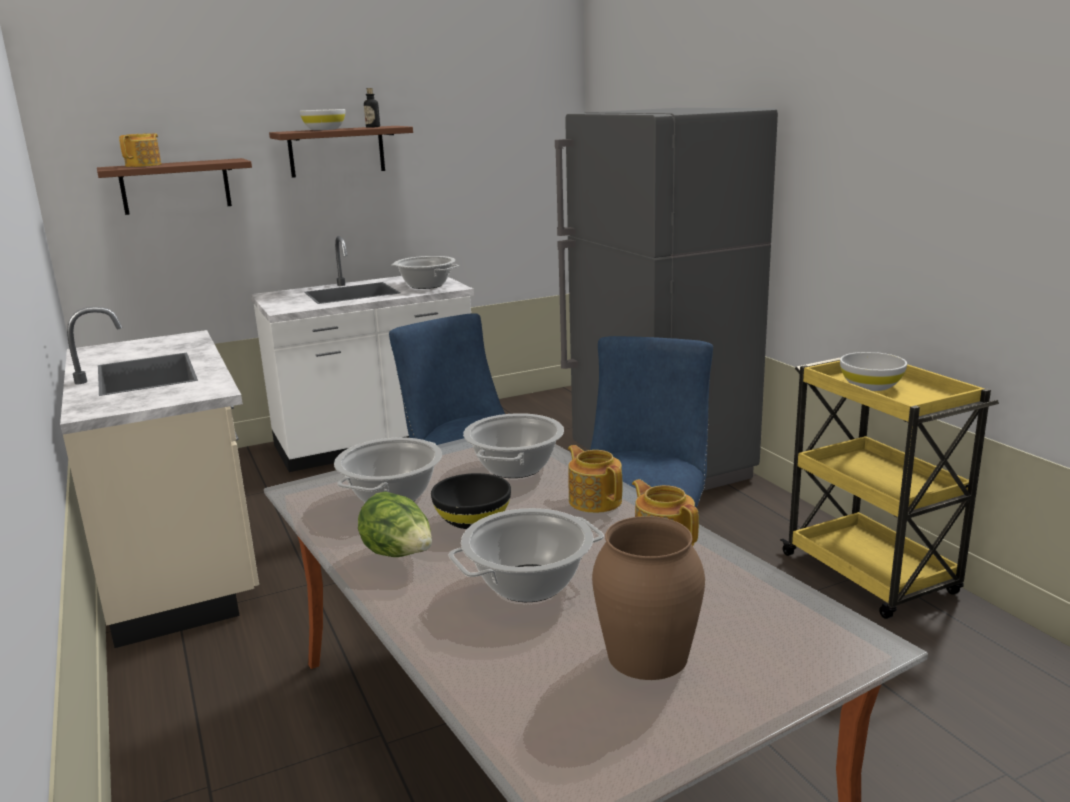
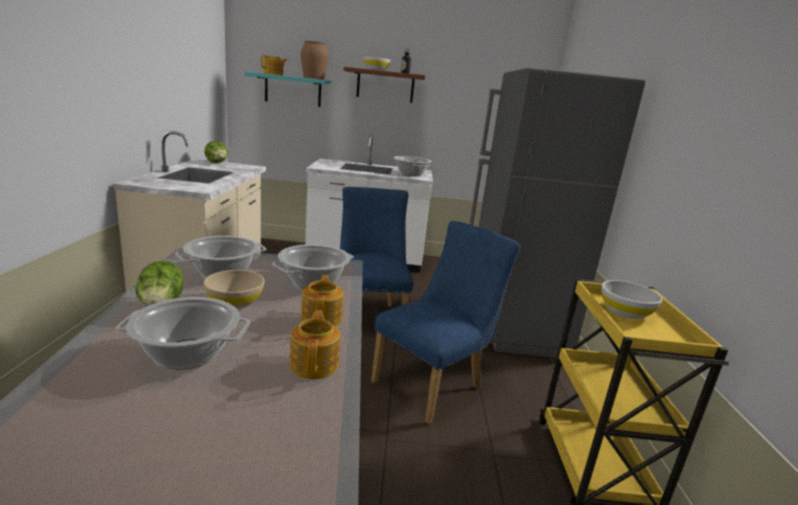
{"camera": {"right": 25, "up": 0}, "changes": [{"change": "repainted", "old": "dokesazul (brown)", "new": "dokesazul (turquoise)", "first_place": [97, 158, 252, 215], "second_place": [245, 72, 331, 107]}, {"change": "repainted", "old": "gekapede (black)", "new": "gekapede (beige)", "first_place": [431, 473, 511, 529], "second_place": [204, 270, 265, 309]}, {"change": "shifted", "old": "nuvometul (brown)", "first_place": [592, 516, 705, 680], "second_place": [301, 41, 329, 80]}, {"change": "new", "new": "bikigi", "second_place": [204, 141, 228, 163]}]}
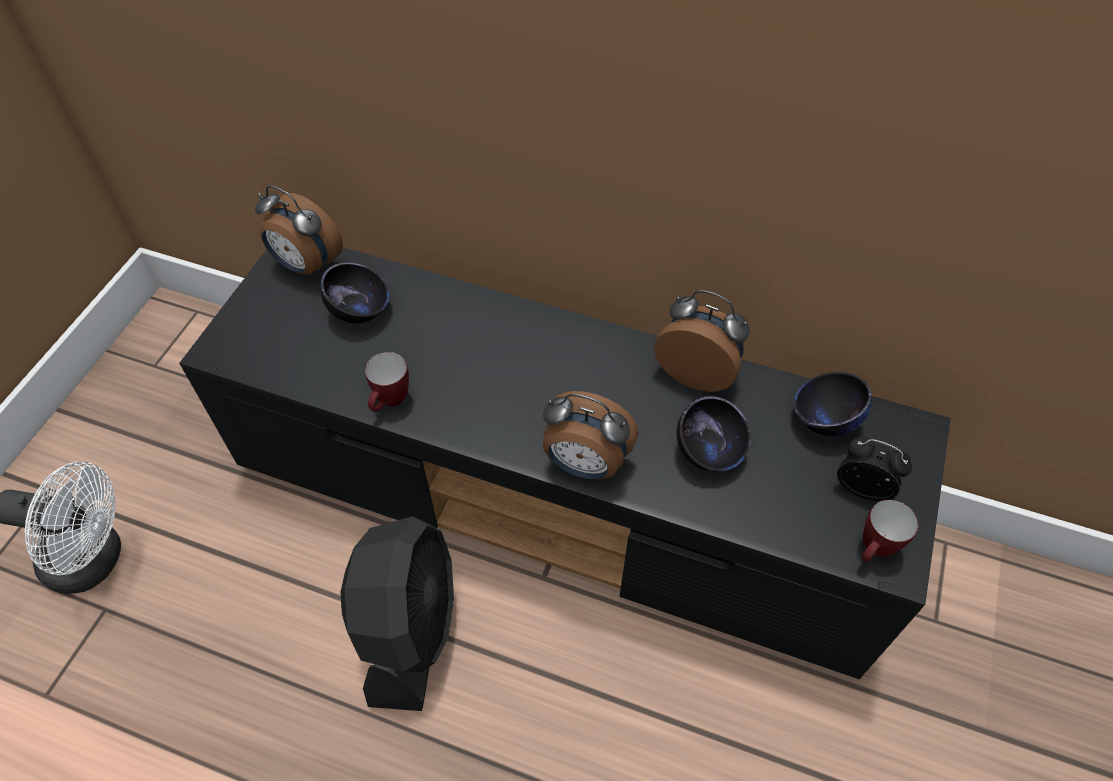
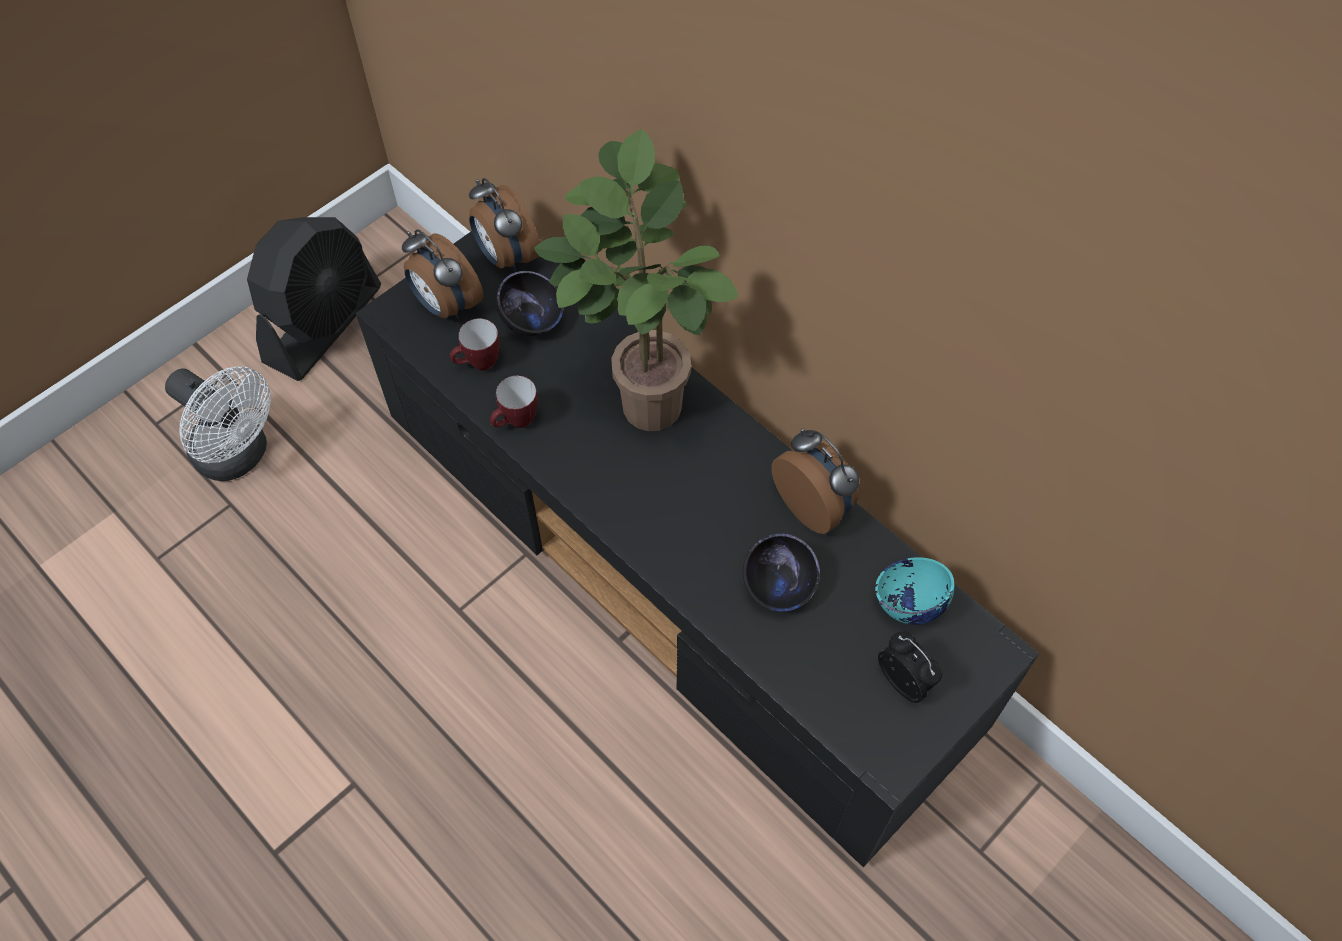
{"camera": {"right": 25, "up": 5}, "changes": [{"change": "repainted", "old": "gekapede (black)", "new": "gekapede (turquoise)", "first_place": [794, 372, 872, 436], "second_place": [875, 557, 954, 625]}, {"change": "shifted", "old": "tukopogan", "first_place": [543, 391, 638, 480], "second_place": [402, 229, 483, 320]}, {"change": "shifted", "old": "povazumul", "first_place": [861, 500, 918, 562], "second_place": [450, 319, 499, 371]}, {"change": "shifted", "old": "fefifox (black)", "first_place": [340, 516, 454, 711], "second_place": [247, 217, 381, 381]}, {"change": "new", "new": "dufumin", "second_place": [534, 129, 738, 431]}]}
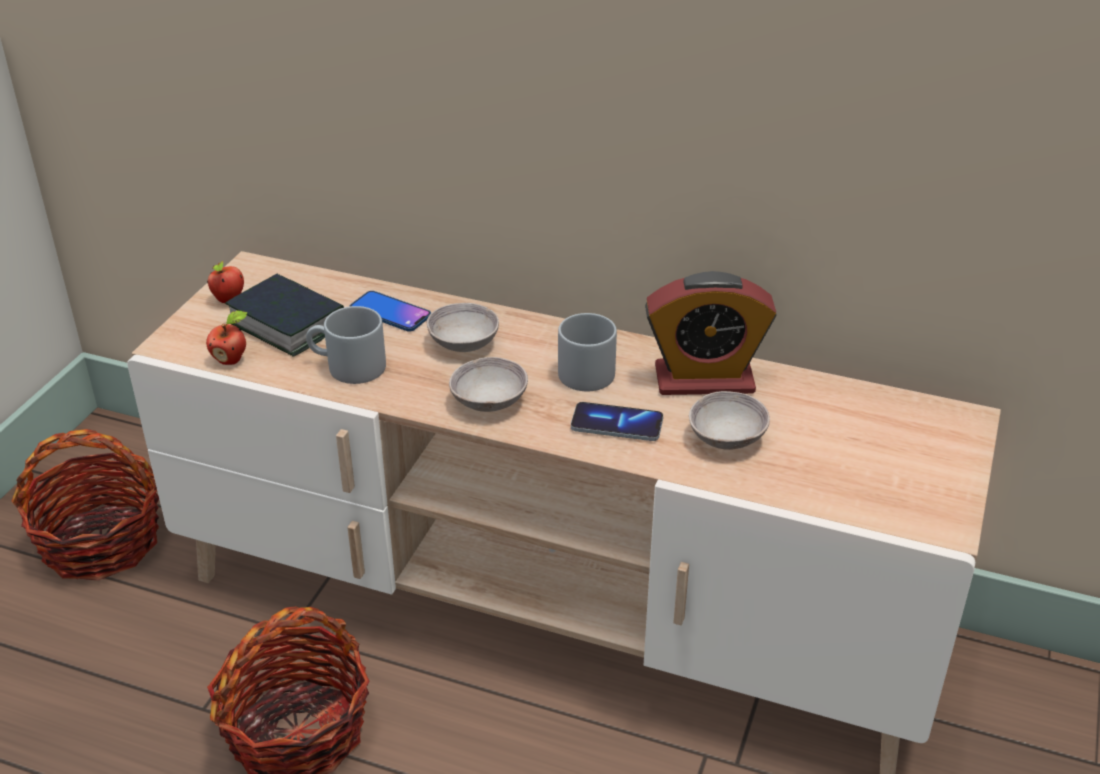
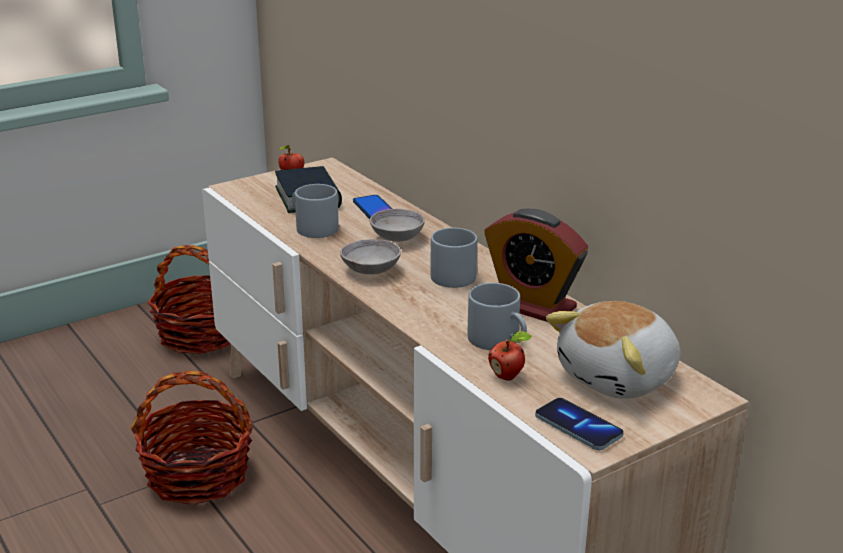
{"camera": {"right": 35, "up": -10}, "changes": [{"change": "shifted", "old": "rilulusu", "first_place": [206, 310, 247, 365], "second_place": [488, 331, 533, 381]}, {"change": "swapped", "old": "gekapede (grey)", "new": "povazumul (grey)", "first_place": [689, 391, 770, 450], "second_place": [467, 283, 527, 350]}, {"change": "shifted", "old": "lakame", "first_place": [571, 402, 663, 441], "second_place": [535, 398, 624, 450]}, {"change": "new", "new": "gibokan", "second_place": [546, 301, 680, 399]}]}
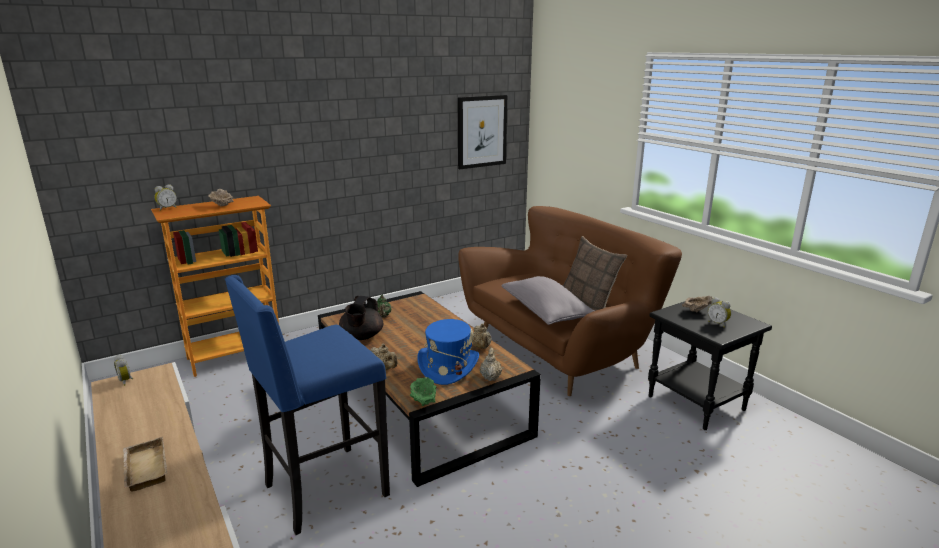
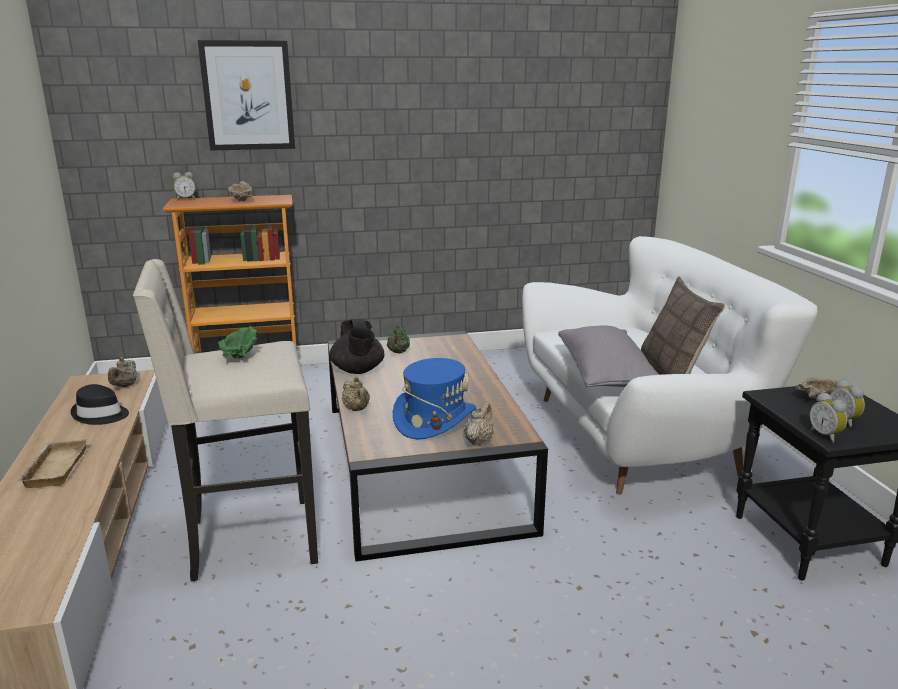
{"camera": {"right": 20, "up": 0}, "changes": [{"change": "shifted", "old": "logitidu", "first_place": [458, 95, 507, 169], "second_place": [198, 40, 295, 151]}, {"change": "repainted", "old": "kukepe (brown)", "new": "kukepe (white)", "first_place": [458, 206, 682, 396], "second_place": [522, 236, 817, 495]}, {"change": "repainted", "old": "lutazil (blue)", "new": "lutazil (beige)", "first_place": [225, 275, 390, 535], "second_place": [133, 259, 318, 581]}, {"change": "rotated", "old": "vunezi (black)", "first_place": [339, 296, 383, 340], "second_place": [329, 319, 384, 374], "degrees": -45}, {"change": "shifted", "old": "vunezi (beige)", "first_place": [472, 324, 492, 349], "second_place": [108, 357, 137, 387]}, {"change": "shifted", "old": "tukopogan", "first_place": [114, 354, 133, 386], "second_place": [810, 392, 847, 443]}, {"change": "shifted", "old": "gekapede (green)", "first_place": [410, 377, 437, 406], "second_place": [217, 326, 258, 359]}, {"change": "new", "new": "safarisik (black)", "second_place": [71, 384, 129, 425]}]}
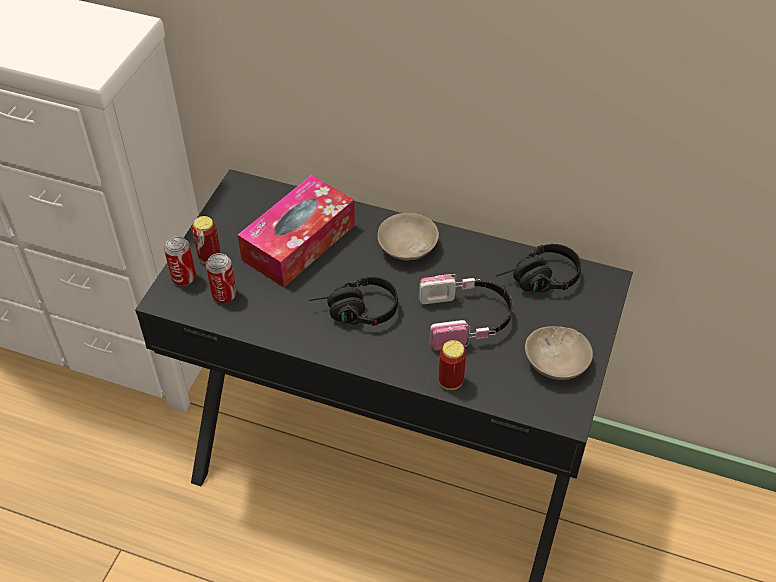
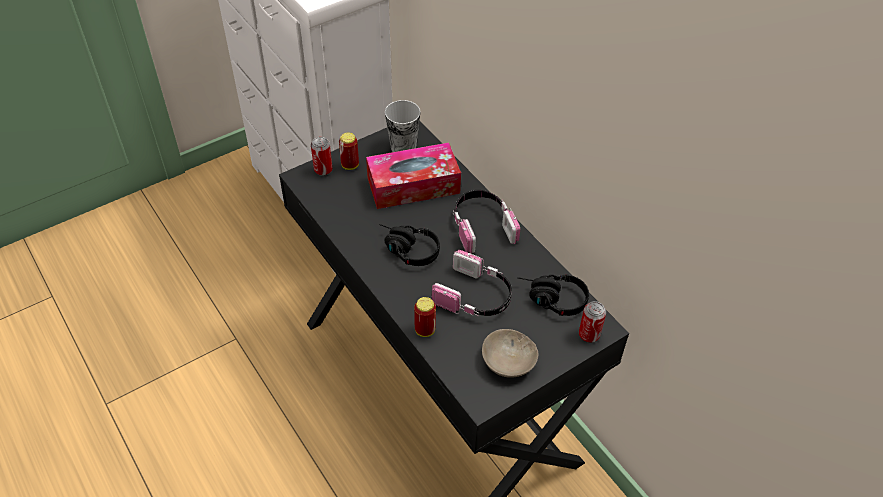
{"camera": {"right": 35, "up": 0}, "changes": [{"change": "swapped", "old": "gekapede (beige)", "new": "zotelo", "first_place": [377, 213, 439, 261], "second_place": [453, 190, 520, 254]}, {"change": "shifted", "old": "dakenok", "first_place": [206, 253, 237, 303], "second_place": [579, 301, 606, 343]}, {"change": "new", "new": "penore", "second_place": [385, 100, 421, 152]}]}
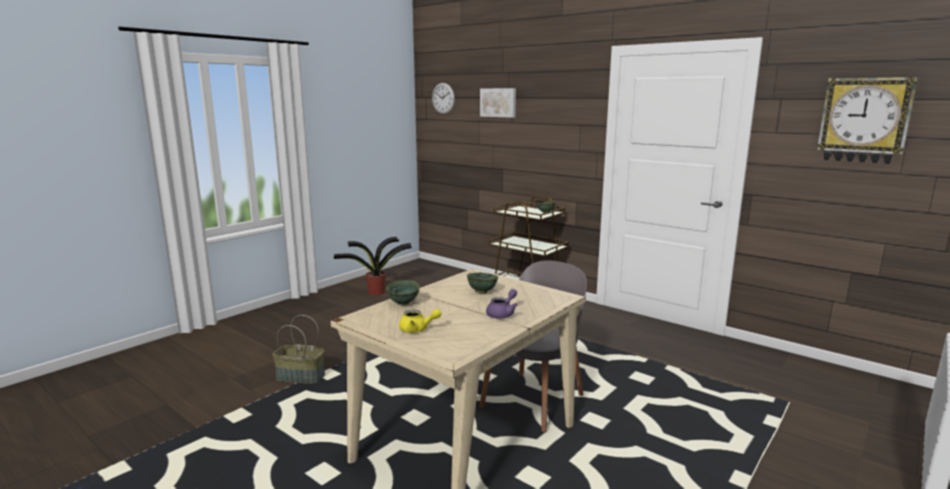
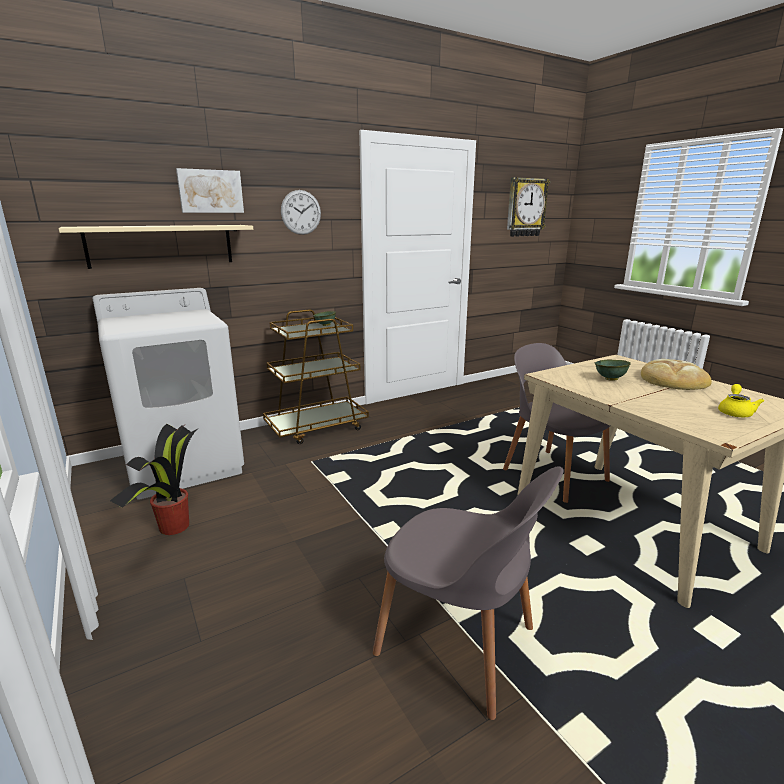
{"camera": {"right": -70, "up": 5}, "changes": [{"change": "shifted", "old": "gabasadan", "first_place": [432, 83, 455, 114], "second_place": [281, 190, 321, 235]}, {"change": "gone", "old": "gekapede (green)", "first_place": [386, 280, 420, 305]}, {"change": "swapped", "old": "vunezi (purple)", "new": "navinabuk", "first_place": [486, 289, 518, 319], "second_place": [641, 359, 712, 390]}, {"change": "swapped", "old": "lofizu", "new": "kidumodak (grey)", "first_place": [272, 315, 325, 384], "second_place": [373, 466, 563, 720]}, {"change": "new", "new": "dokesazul (beige)", "second_place": [59, 225, 253, 269]}, {"change": "new", "new": "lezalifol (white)", "second_place": [92, 288, 244, 500]}]}
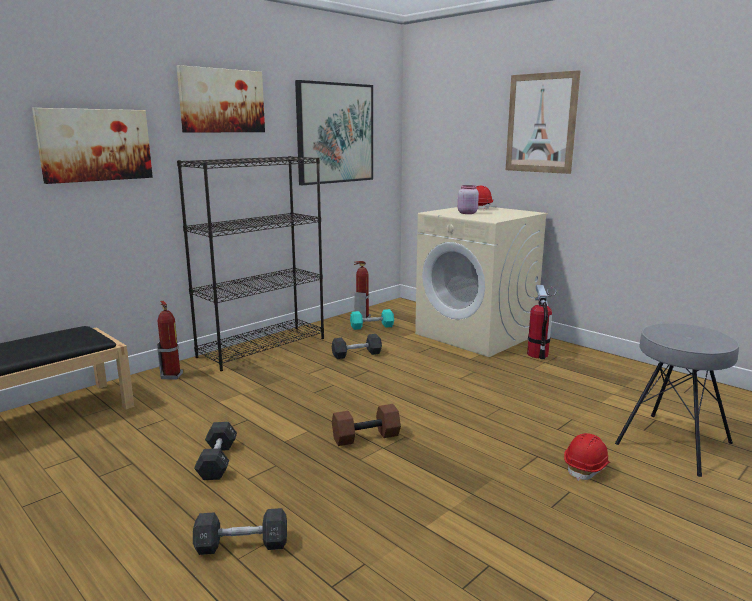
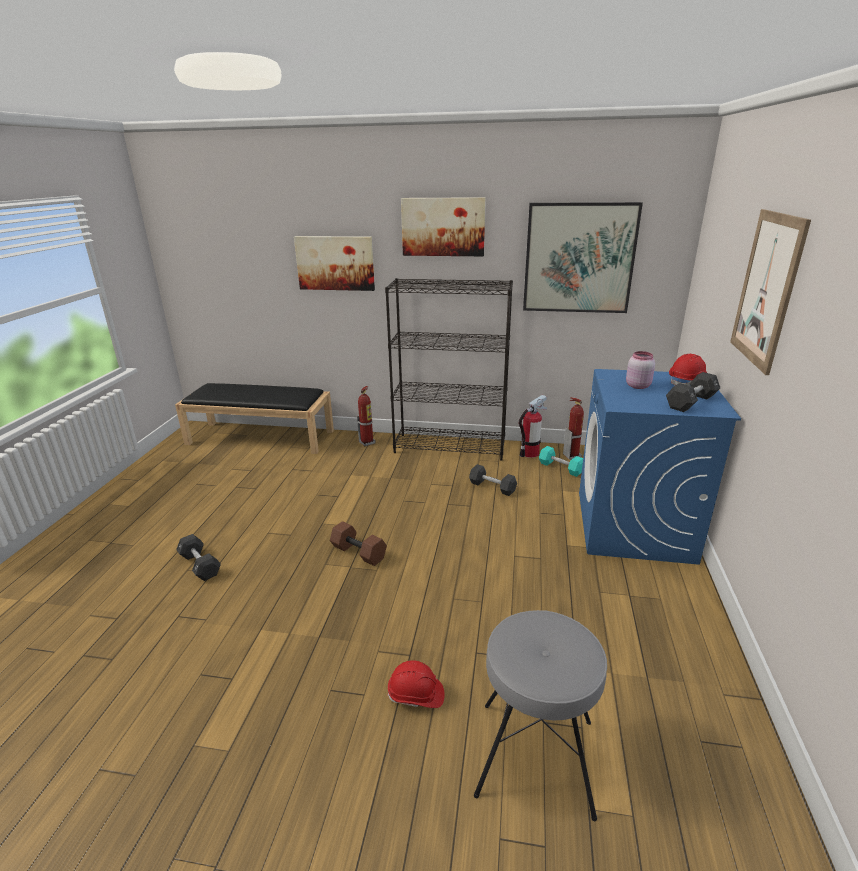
{"camera": {"right": 55, "up": 10}, "changes": [{"change": "repainted", "old": "lezalifol (beige)", "new": "lezalifol (blue)", "first_place": [415, 207, 548, 357], "second_place": [579, 369, 741, 565]}, {"change": "shifted", "old": "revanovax", "first_place": [527, 285, 557, 359], "second_place": [518, 395, 547, 458]}, {"change": "shifted", "old": "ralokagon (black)", "first_place": [194, 422, 237, 480], "second_place": [666, 372, 720, 412]}]}
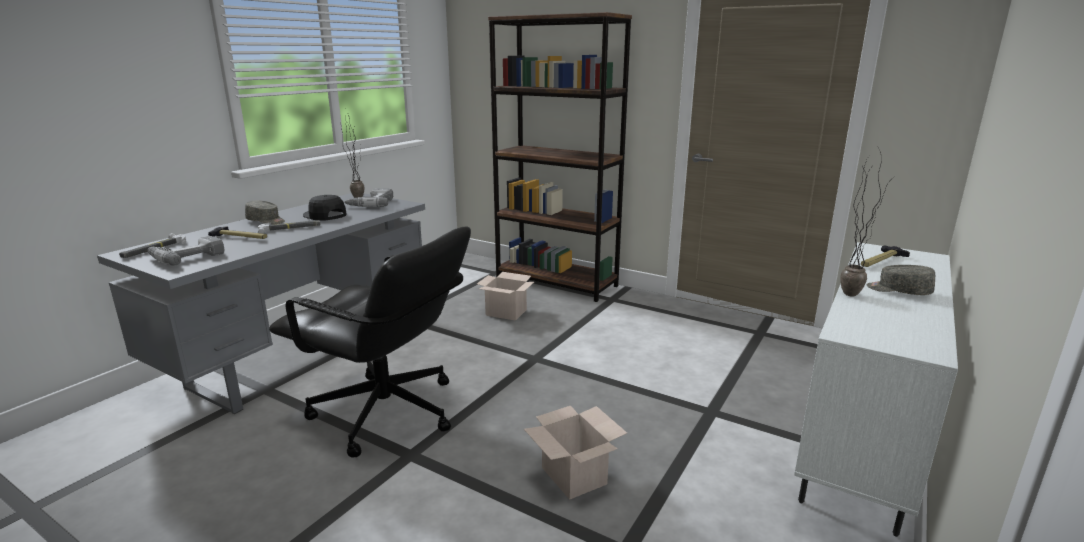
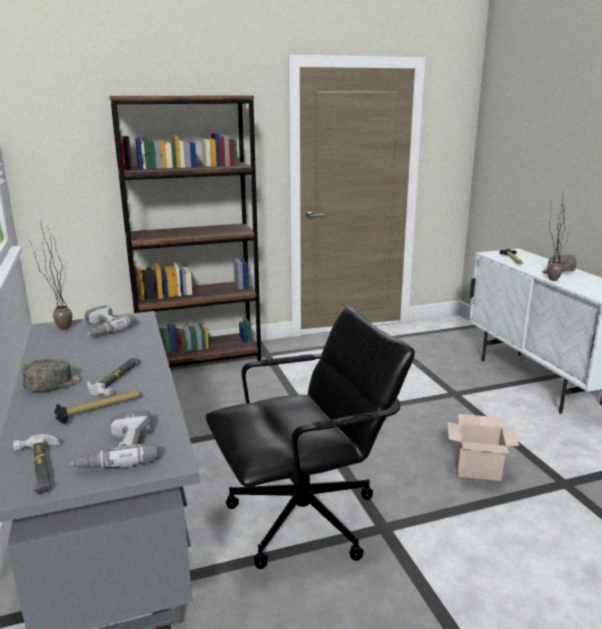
{"camera": {"right": -50, "up": 0}, "changes": [{"change": "gone", "old": "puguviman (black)", "first_place": [303, 195, 347, 221]}, {"change": "gone", "old": "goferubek", "first_place": [477, 272, 534, 321]}]}
